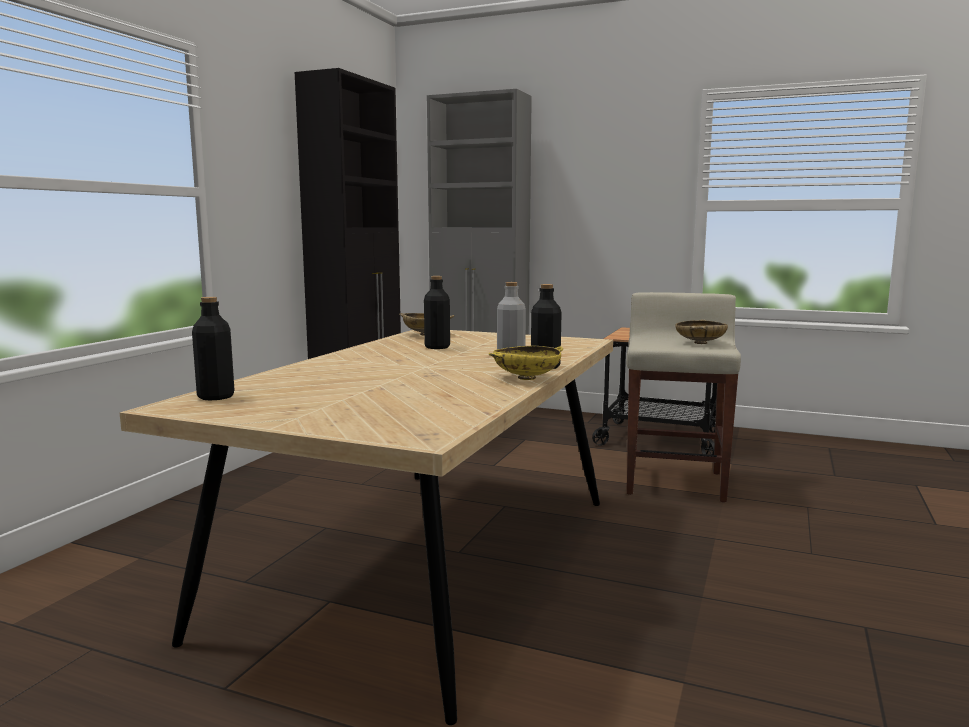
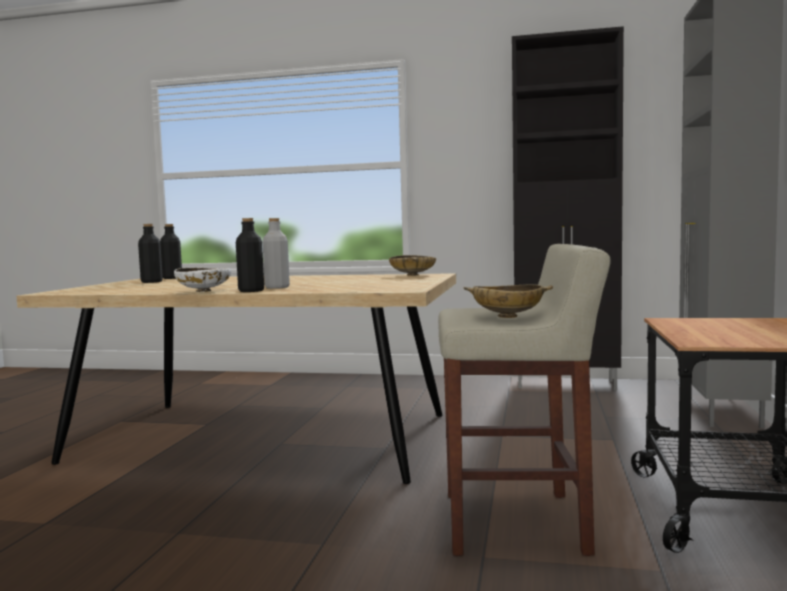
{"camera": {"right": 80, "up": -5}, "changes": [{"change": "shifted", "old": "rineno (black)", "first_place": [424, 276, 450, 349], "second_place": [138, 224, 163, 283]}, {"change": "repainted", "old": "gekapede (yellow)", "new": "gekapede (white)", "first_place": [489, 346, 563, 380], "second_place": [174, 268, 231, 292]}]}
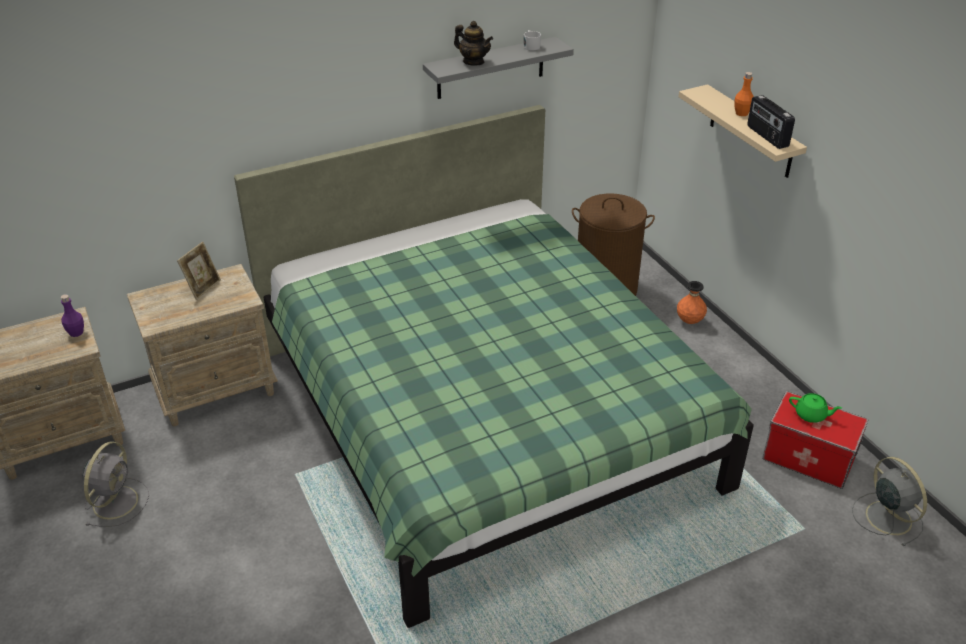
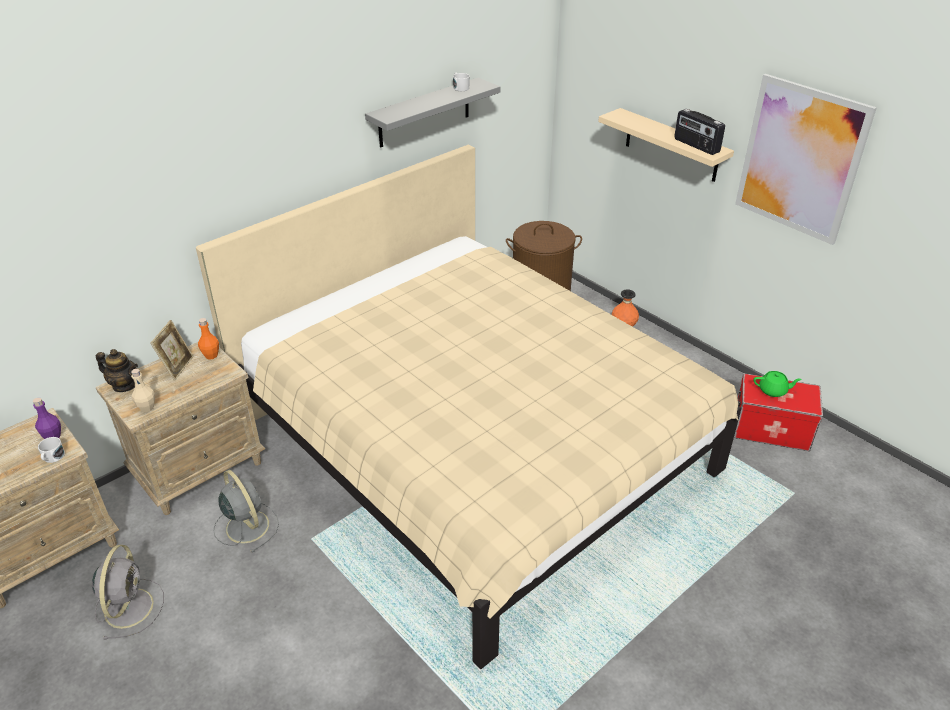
{"camera": {"right": -15, "up": 0}, "changes": [{"change": "shifted", "old": "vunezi", "first_place": [454, 21, 493, 66], "second_place": [96, 349, 138, 392]}, {"change": "shifted", "old": "rineno (orange)", "first_place": [734, 72, 754, 116], "second_place": [198, 318, 219, 360]}, {"change": "repainted", "old": "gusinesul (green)", "new": "gusinesul (beige)", "first_place": [234, 105, 754, 628], "second_place": [196, 144, 741, 669]}, {"change": "shifted", "old": "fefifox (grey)", "first_place": [852, 457, 927, 546], "second_place": [213, 470, 279, 553]}, {"change": "new", "new": "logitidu", "second_place": [735, 74, 877, 245]}, {"change": "new", "new": "rineno (beige)", "second_place": [131, 369, 155, 412]}, {"change": "new", "new": "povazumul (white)", "second_place": [38, 437, 65, 463]}]}
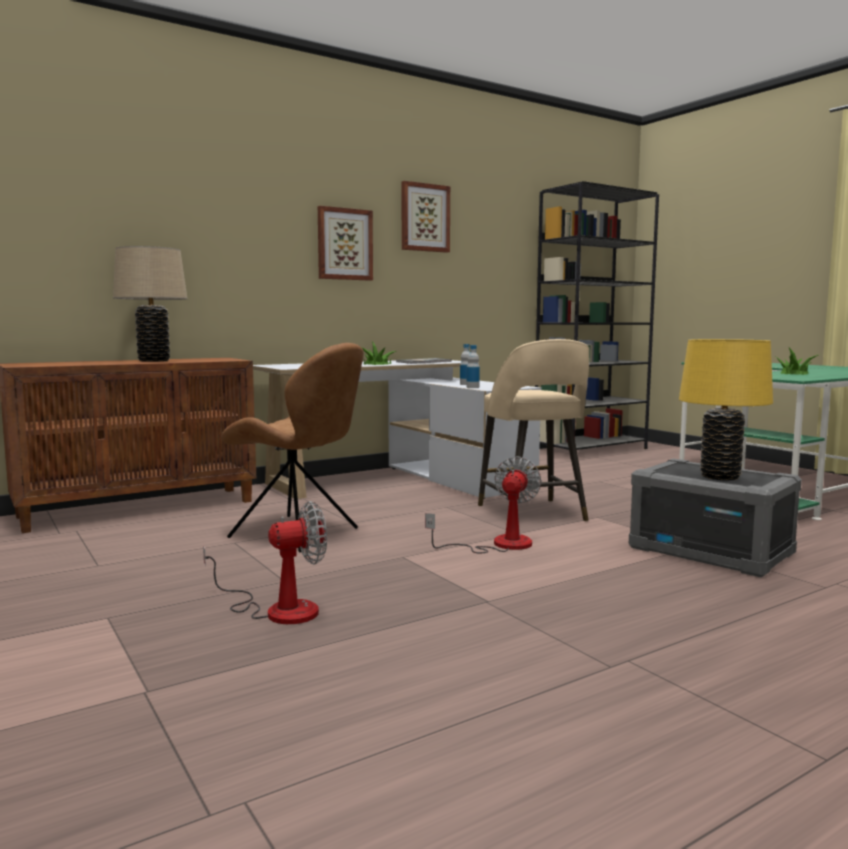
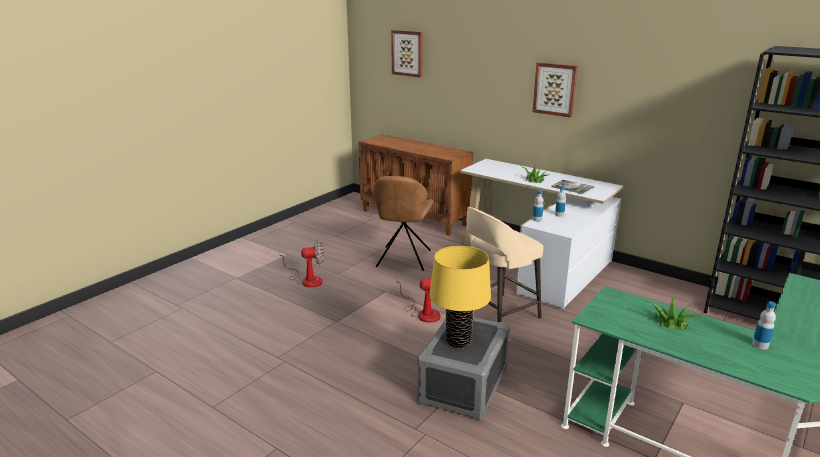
{"camera": {"right": 70, "up": 15}, "changes": [{"change": "shifted", "old": "logitidu", "first_place": [402, 181, 450, 253], "second_place": [391, 30, 423, 78]}, {"change": "gone", "old": "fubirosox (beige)", "first_place": [113, 246, 187, 362]}, {"change": "rotated", "old": "fefifox", "first_place": [203, 501, 327, 624], "second_place": [279, 239, 324, 288], "degrees": -60}, {"change": "new", "new": "rineno", "second_place": [752, 301, 776, 350]}]}
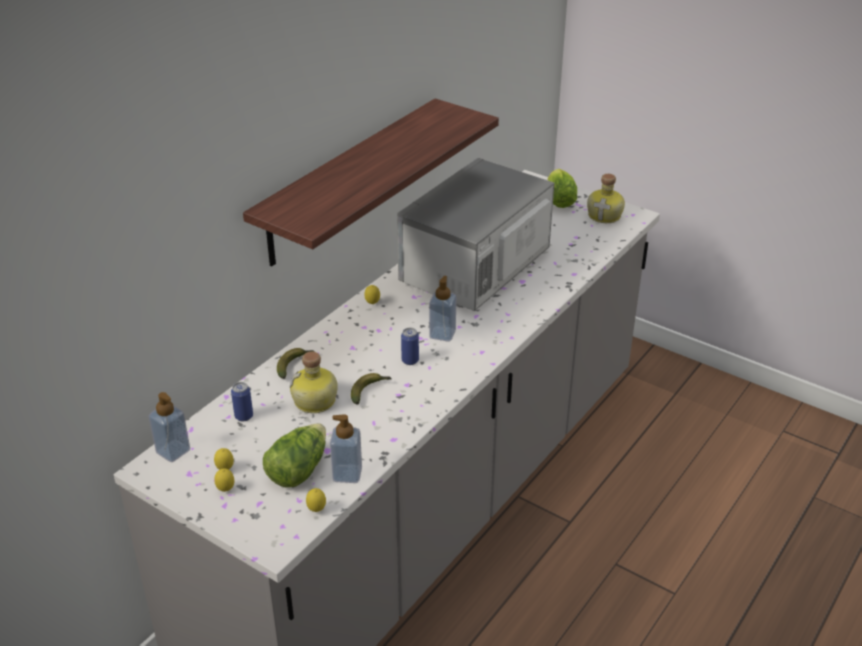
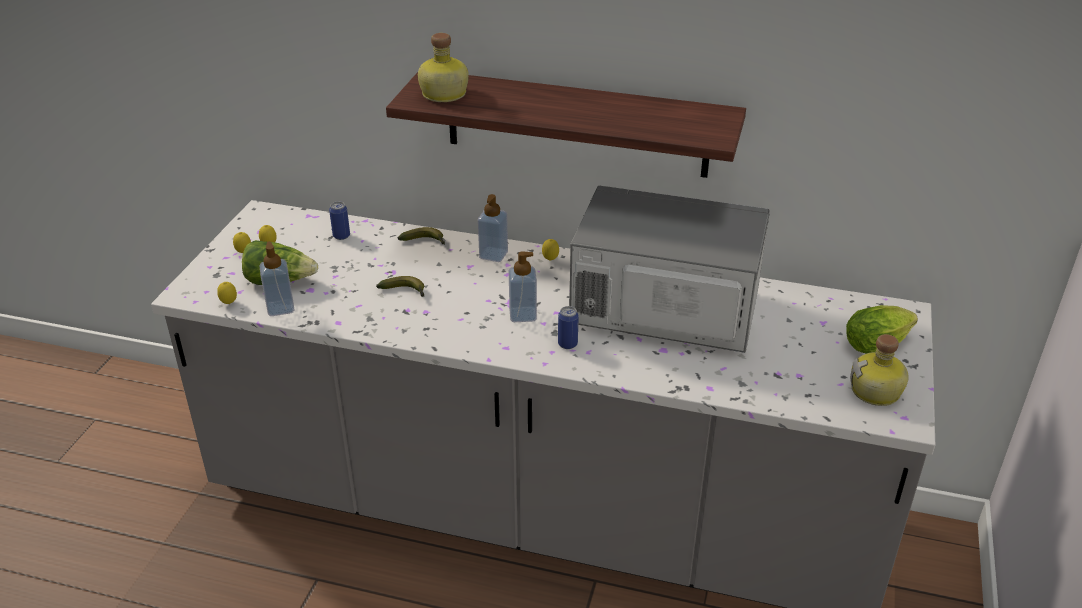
{"camera": {"right": 70, "up": 0}, "changes": [{"change": "shifted", "old": "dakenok", "first_place": [401, 328, 419, 365], "second_place": [558, 306, 579, 349]}, {"change": "shifted", "old": "rineno", "first_place": [290, 352, 338, 413], "second_place": [418, 33, 469, 102]}, {"change": "shifted", "old": "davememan", "first_place": [148, 392, 190, 462], "second_place": [478, 194, 508, 262]}]}
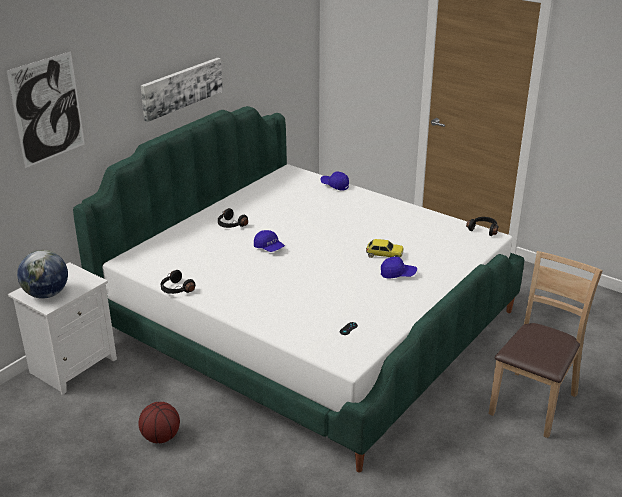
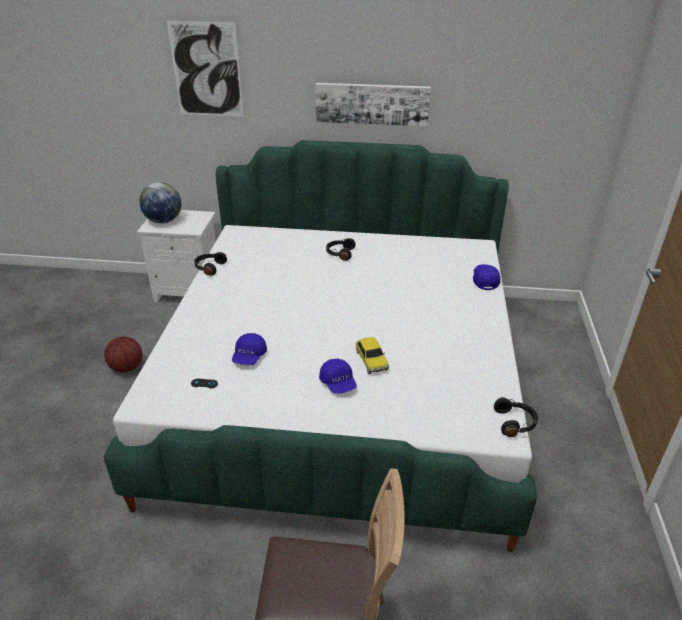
{"camera": {"right": 60, "up": 5}, "changes": [{"change": "shifted", "old": "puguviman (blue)", "first_place": [254, 230, 285, 252], "second_place": [232, 333, 267, 365]}]}
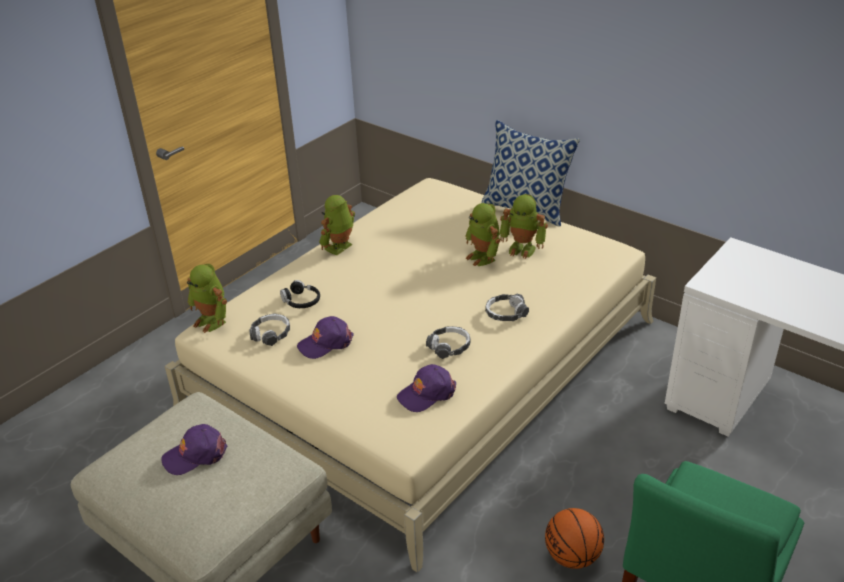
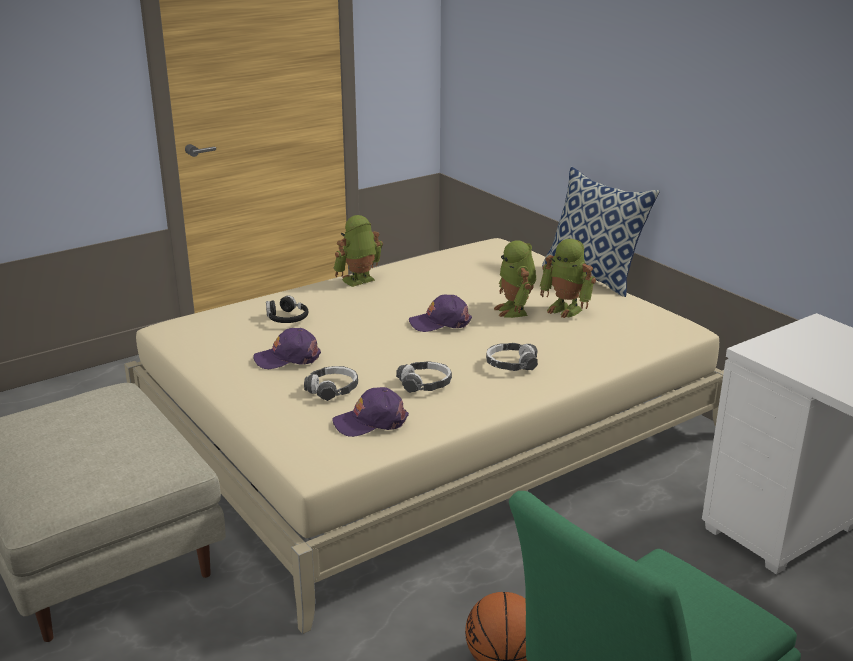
{"camera": {"right": 15, "up": -10}, "changes": [{"change": "gone", "old": "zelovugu", "first_place": [187, 264, 227, 333]}, {"change": "shifted", "old": "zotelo", "first_place": [249, 313, 290, 346], "second_place": [304, 366, 358, 401]}, {"change": "shifted", "old": "puguviman (purple)", "first_place": [161, 424, 227, 475], "second_place": [409, 294, 472, 332]}]}
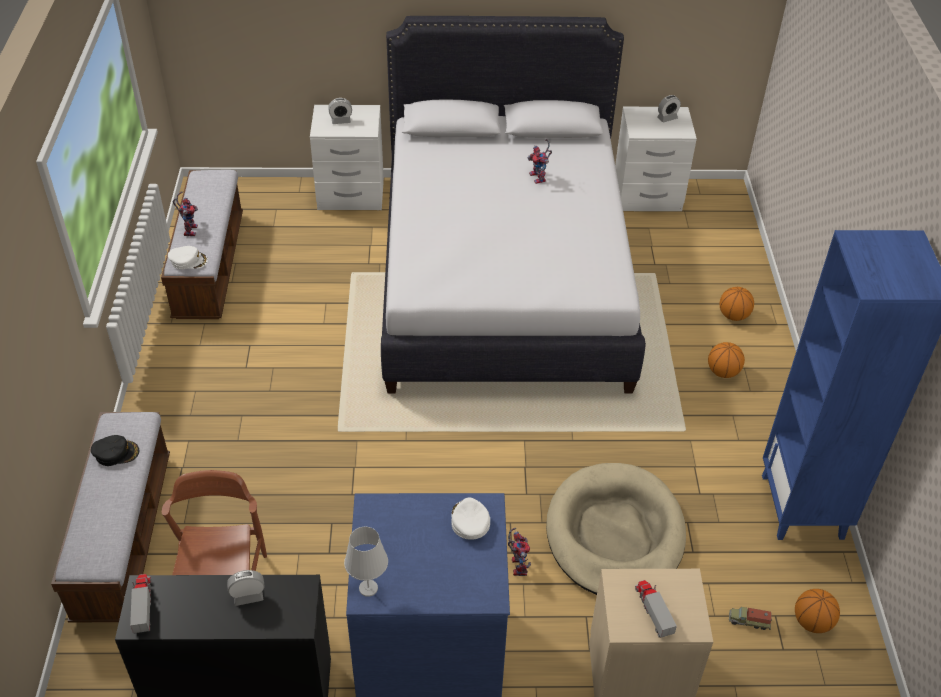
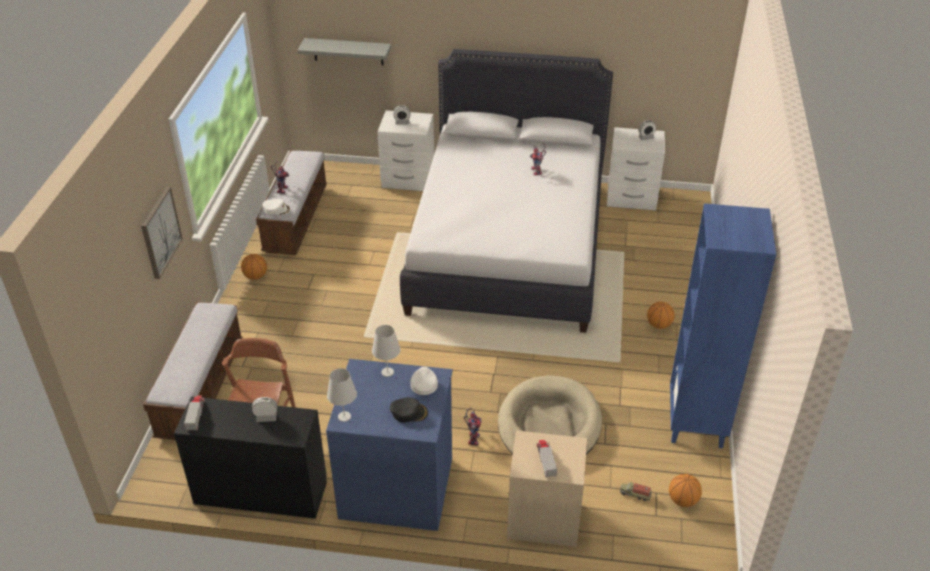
{"camera": {"right": 10, "up": -5}, "changes": [{"change": "shifted", "old": "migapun", "first_place": [720, 287, 754, 321], "second_place": [241, 254, 267, 280]}, {"change": "shifted", "old": "puguviman (black)", "first_place": [91, 435, 139, 466], "second_place": [390, 397, 428, 423]}, {"change": "new", "new": "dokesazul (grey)", "second_place": [297, 38, 391, 65]}, {"change": "new", "new": "logitidu", "second_place": [141, 187, 183, 279]}, {"change": "new", "new": "fubirosox (white)", "second_place": [372, 325, 400, 377]}]}
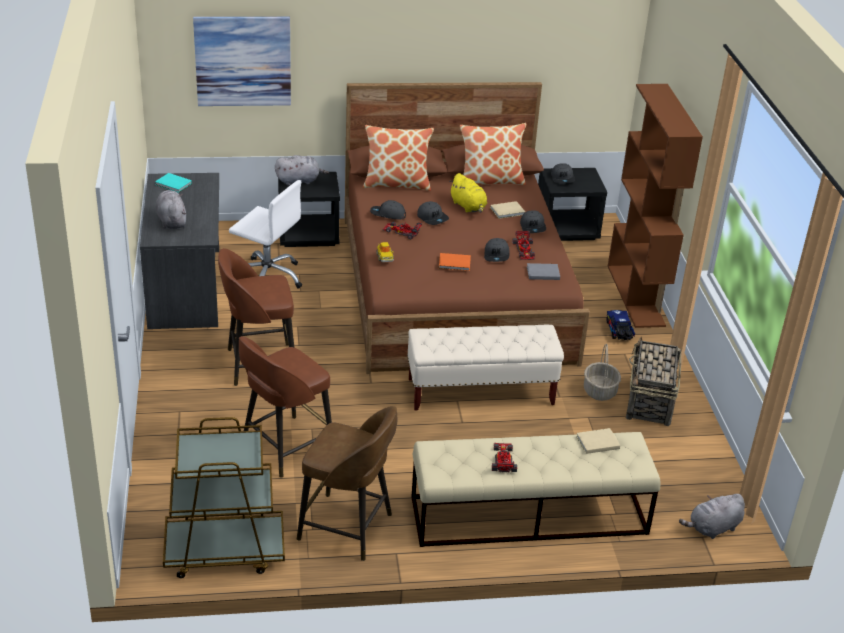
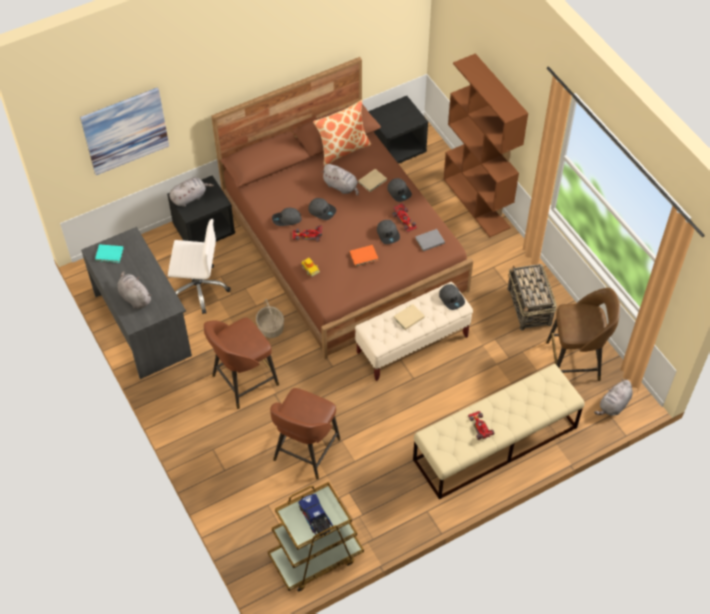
{"camera": {"right": -20, "up": 20}, "changes": [{"change": "gone", "old": "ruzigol", "first_place": [363, 125, 434, 191]}, {"change": "shifted", "old": "puguviman (grey)", "first_place": [551, 163, 575, 183], "second_place": [439, 284, 465, 310]}, {"change": "repainted", "old": "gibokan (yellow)", "new": "gibokan (grey)", "first_place": [449, 173, 487, 213], "second_place": [321, 164, 359, 196]}, {"change": "shifted", "old": "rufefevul", "first_place": [606, 310, 635, 340], "second_place": [298, 494, 333, 536]}, {"change": "shifted", "old": "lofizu", "first_place": [584, 344, 621, 401], "second_place": [256, 299, 284, 338]}, {"change": "shifted", "old": "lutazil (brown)", "first_place": [297, 406, 397, 561], "second_place": [546, 288, 620, 381]}, {"change": "shifted", "old": "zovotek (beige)", "first_place": [576, 428, 620, 454], "second_place": [394, 304, 425, 330]}]}
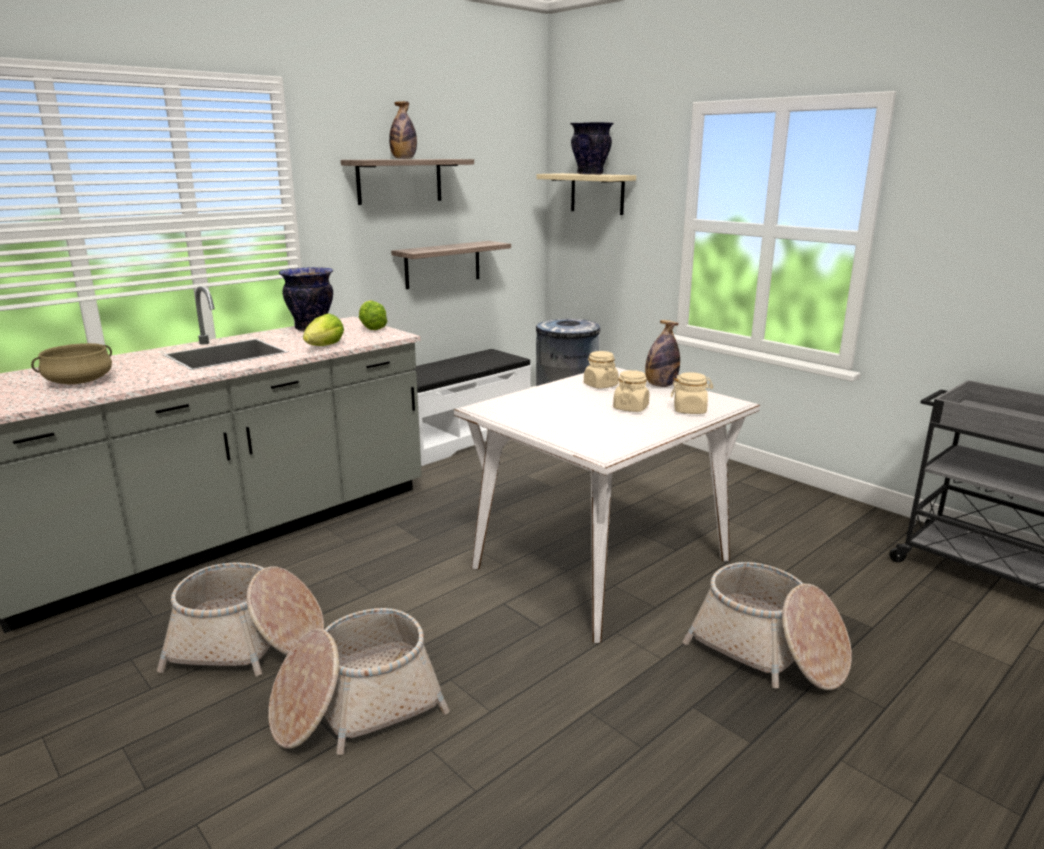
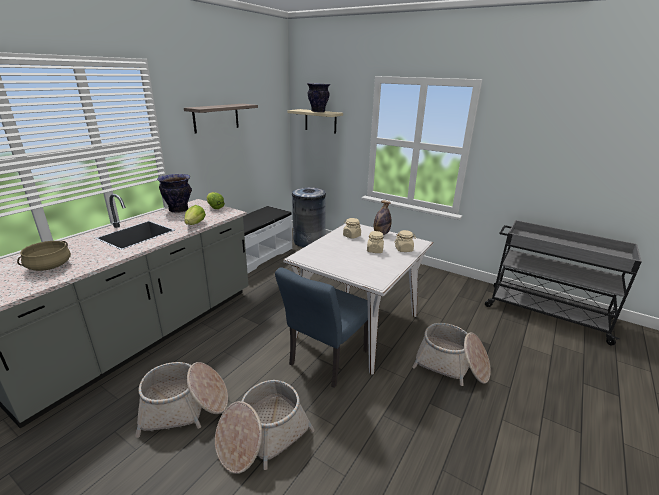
{"camera": {"right": -15, "up": 5}, "changes": [{"change": "gone", "old": "rineno", "first_place": [389, 101, 417, 159]}, {"change": "gone", "old": "dokesazul", "first_place": [391, 241, 511, 289]}, {"change": "new", "new": "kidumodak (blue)", "second_place": [275, 267, 368, 388]}]}
